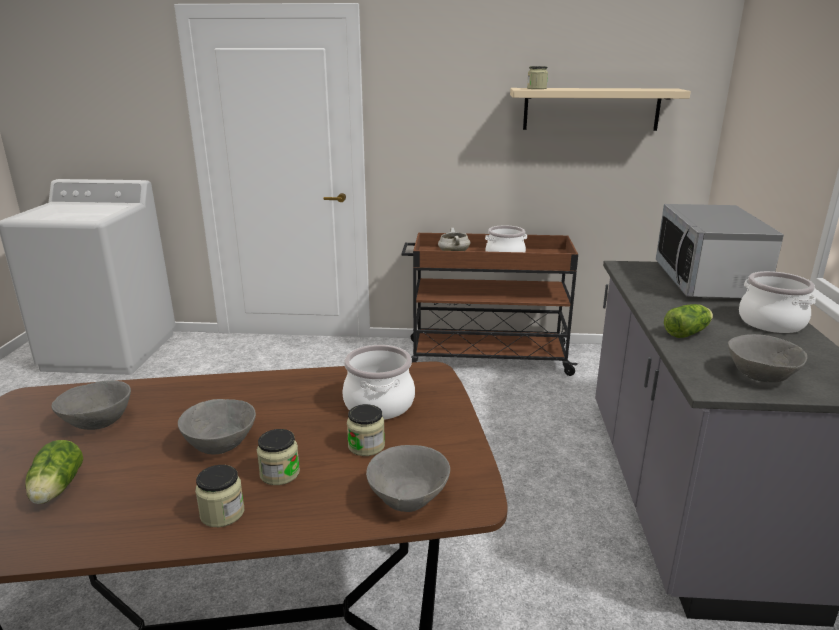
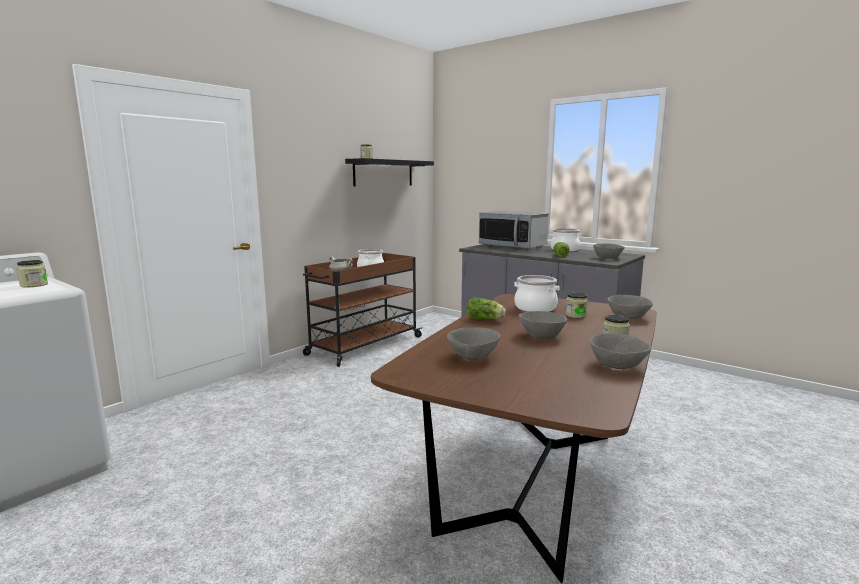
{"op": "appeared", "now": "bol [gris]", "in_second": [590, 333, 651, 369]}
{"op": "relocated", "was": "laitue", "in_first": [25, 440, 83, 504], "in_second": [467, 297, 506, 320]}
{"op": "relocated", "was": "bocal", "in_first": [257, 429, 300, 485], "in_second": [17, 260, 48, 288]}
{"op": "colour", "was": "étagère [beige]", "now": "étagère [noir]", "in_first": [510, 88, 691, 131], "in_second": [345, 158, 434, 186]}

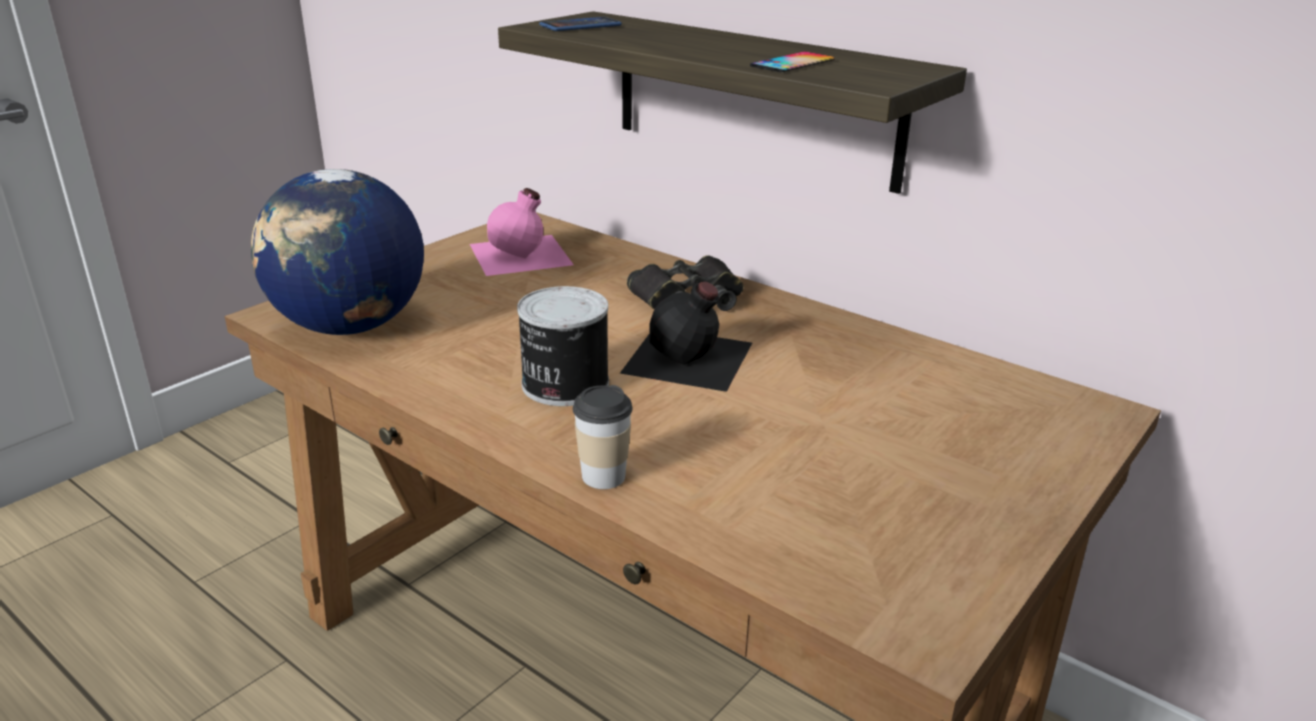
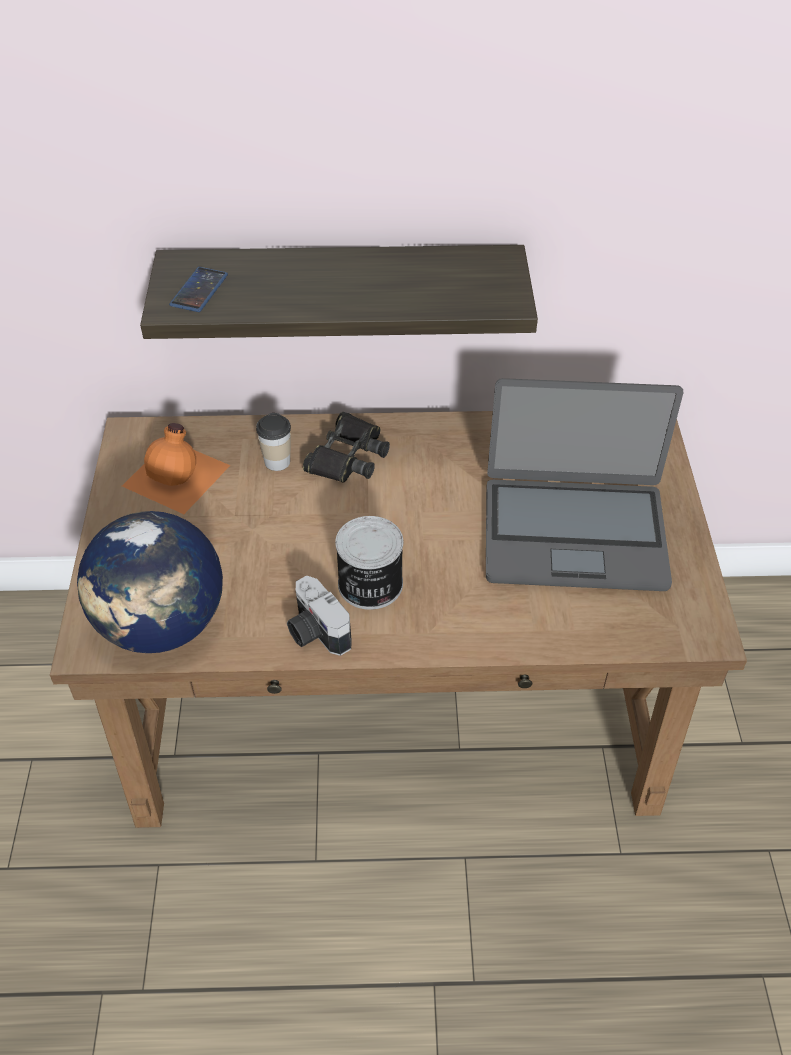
{"op": "missing", "was": "bouteille [noir]", "in_first": [620, 282, 752, 392]}
{"op": "missing", "was": "téléphone", "in_first": [750, 51, 835, 72]}
{"op": "appeared", "now": "appareil photo", "in_second": [287, 575, 352, 656]}
{"op": "appeared", "now": "ordinateur portable", "in_second": [486, 378, 683, 591]}
{"op": "relocated", "was": "tasse", "in_first": [573, 385, 633, 489], "in_second": [256, 413, 291, 471]}
{"op": "colour", "was": "bouteille [rose]", "now": "bouteille [orange]", "in_first": [470, 188, 574, 276], "in_second": [122, 423, 230, 514]}

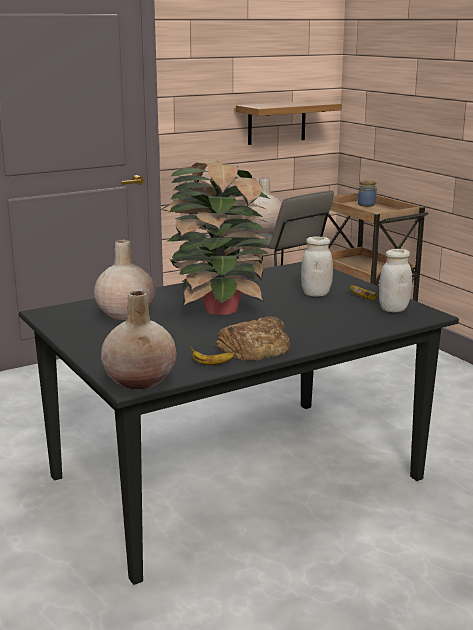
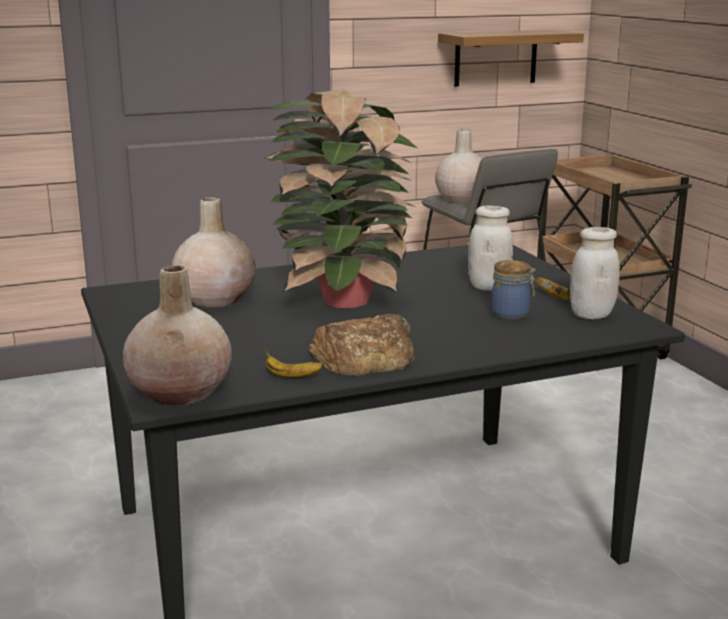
{"op": "relocated", "was": "bocal", "in_first": [358, 180, 378, 207], "in_second": [491, 260, 535, 320]}

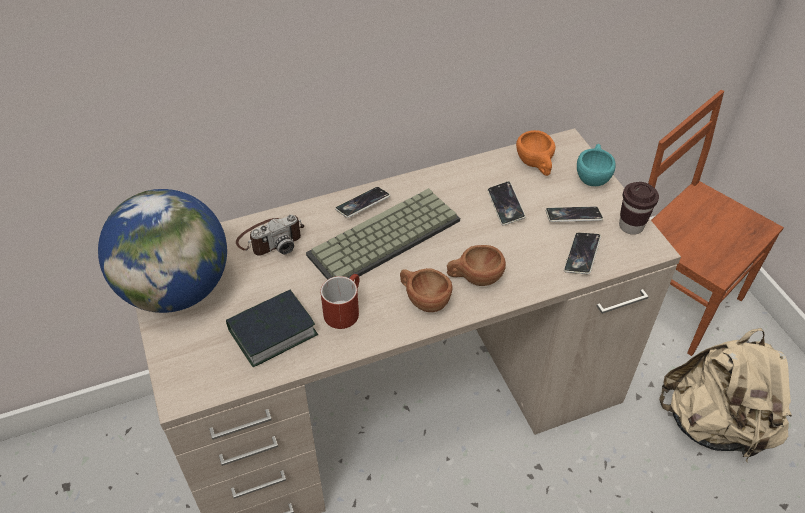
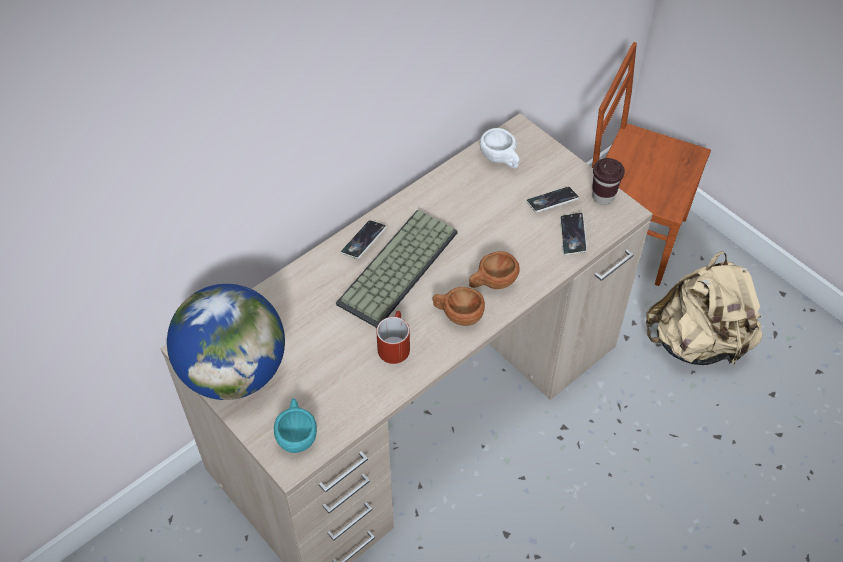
{"op": "missing", "was": "livre", "in_first": [226, 290, 318, 367]}
{"op": "missing", "was": "appareil photo", "in_first": [236, 215, 304, 256]}
{"op": "missing", "was": "téléphone", "in_first": [487, 181, 526, 226]}
{"op": "relocated", "was": "tasse [turquoise]", "in_first": [577, 144, 616, 186], "in_second": [274, 398, 317, 453]}
{"op": "colour", "was": "tasse [orange]", "now": "tasse [blanc]", "in_first": [516, 130, 556, 176], "in_second": [480, 128, 520, 169]}

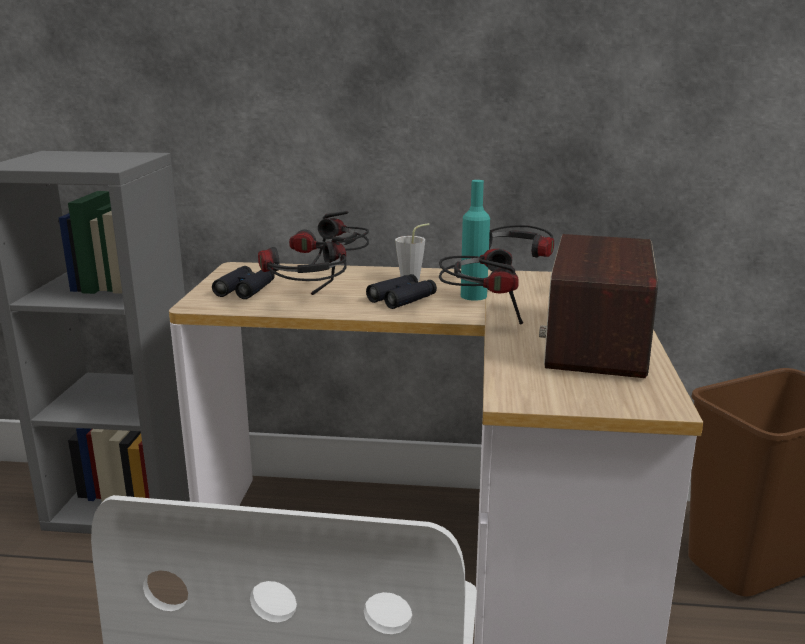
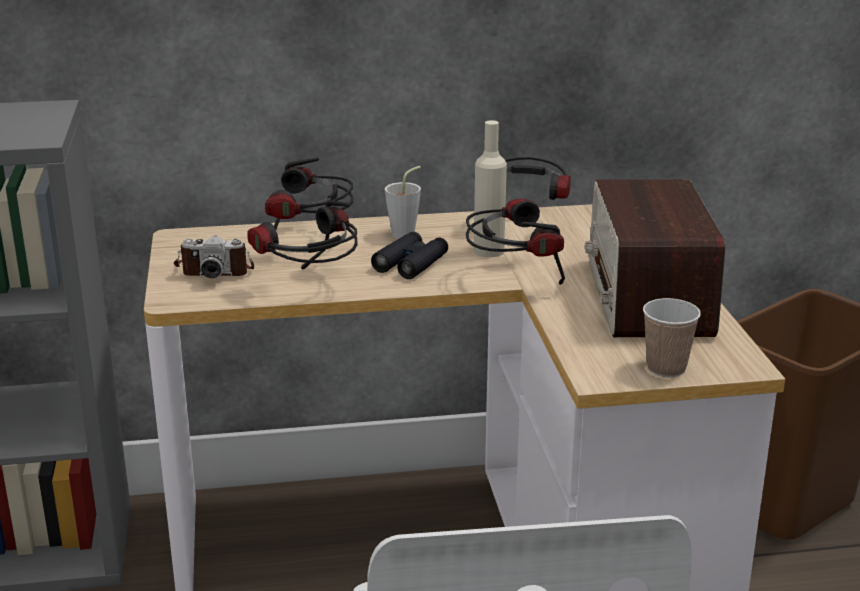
{"op": "appeared", "now": "tasse", "in_second": [643, 298, 701, 377]}
{"op": "exchanged", "was": "jumelles [noir]", "now": "appareil photo", "in_first": [212, 266, 275, 299], "in_second": [174, 236, 254, 278]}
{"op": "colour", "was": "bouteille [turquoise]", "now": "bouteille [beige]", "in_first": [461, 180, 490, 301], "in_second": [474, 120, 507, 257]}

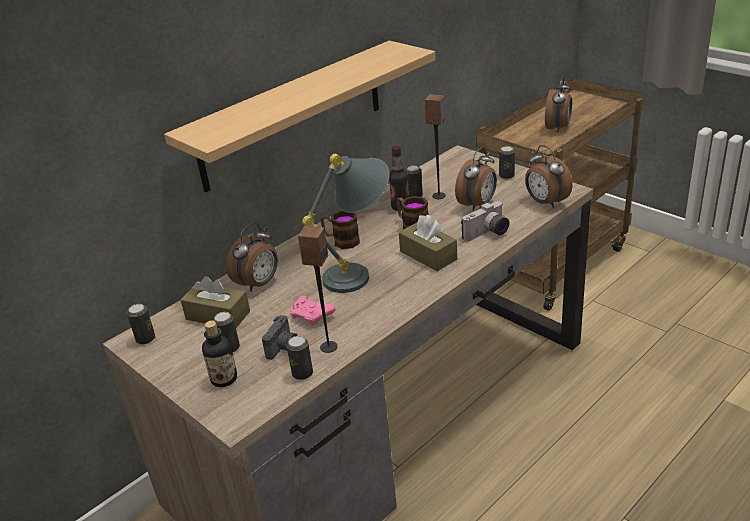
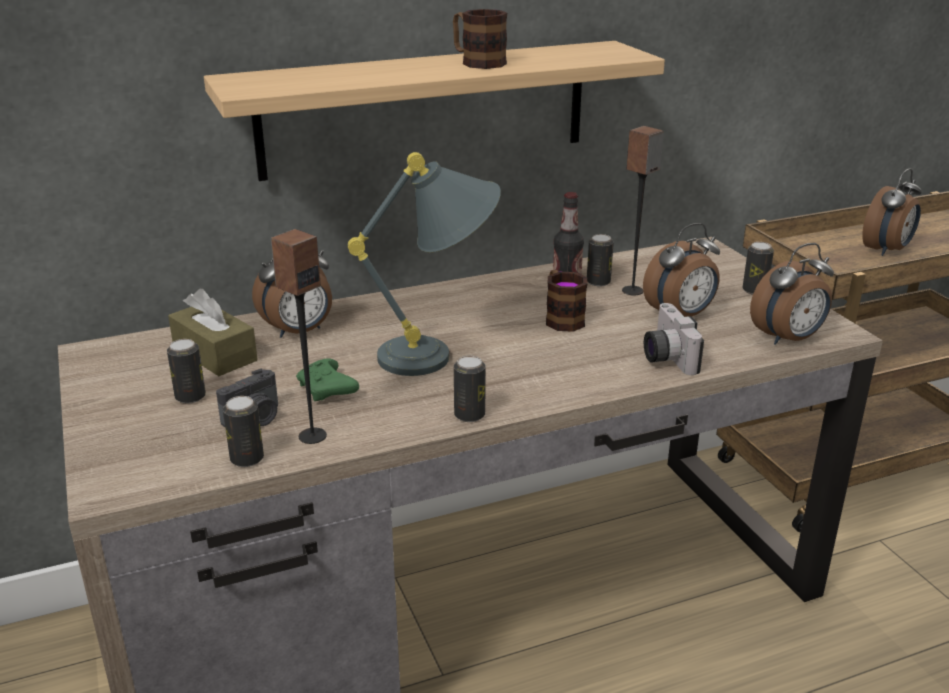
{"op": "missing", "was": "bouteille", "in_first": [202, 321, 237, 387]}
{"op": "missing", "was": "boîte à mouchoirs [marron]", "in_first": [399, 215, 457, 271]}
{"op": "relocated", "was": "boîte métallique", "in_first": [127, 304, 155, 344], "in_second": [454, 356, 486, 422]}
{"op": "relocated", "was": "mug", "in_first": [321, 210, 360, 249], "in_second": [453, 9, 507, 69]}
{"op": "colour", "was": "manette [rose]", "now": "manette [vert]", "in_first": [290, 296, 336, 326], "in_second": [296, 358, 359, 401]}
{"op": "spun", "was": "appareil photo", "in_first": [461, 201, 509, 241], "in_second": [644, 303, 704, 375], "clockwise": 90}
{"op": "spun", "was": "réveil", "in_first": [525, 145, 573, 208], "in_second": [750, 243, 834, 345], "clockwise": -105}

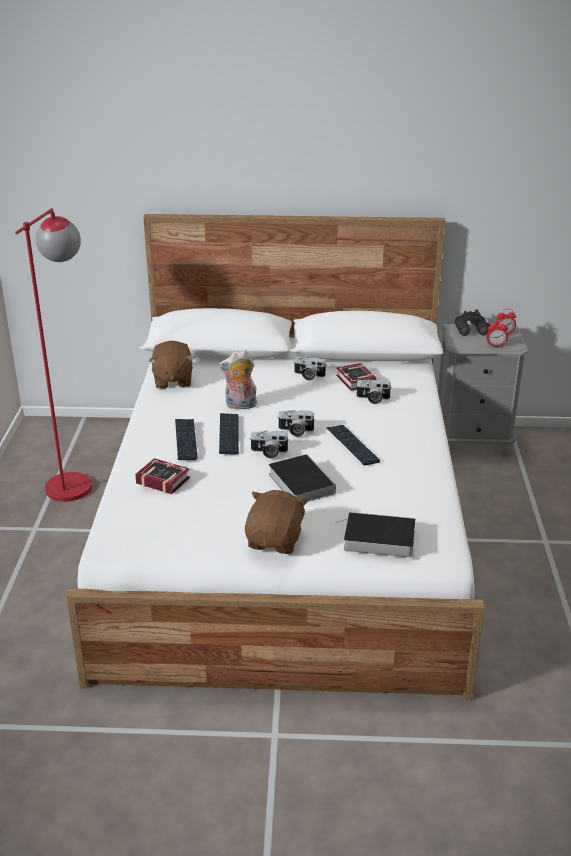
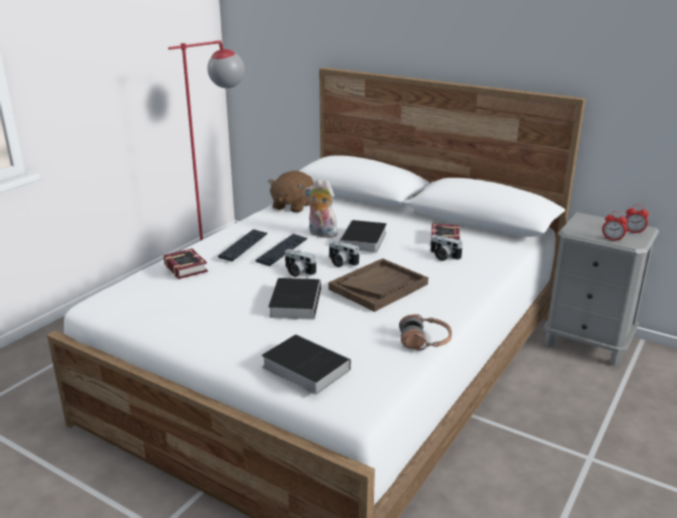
{"op": "missing", "was": "peluche [marron]", "in_first": [245, 490, 308, 554]}
{"op": "missing", "was": "appareil photo", "in_first": [294, 357, 327, 381]}
{"op": "missing", "was": "jumelles [noir]", "in_first": [455, 309, 490, 336]}
{"op": "appeared", "now": "livre", "in_second": [339, 220, 387, 253]}
{"op": "appeared", "now": "casque audio", "in_second": [399, 314, 452, 351]}
{"op": "exchanged", "was": "clavier", "now": "plateau [marron]", "in_first": [327, 425, 381, 465], "in_second": [329, 258, 428, 312]}

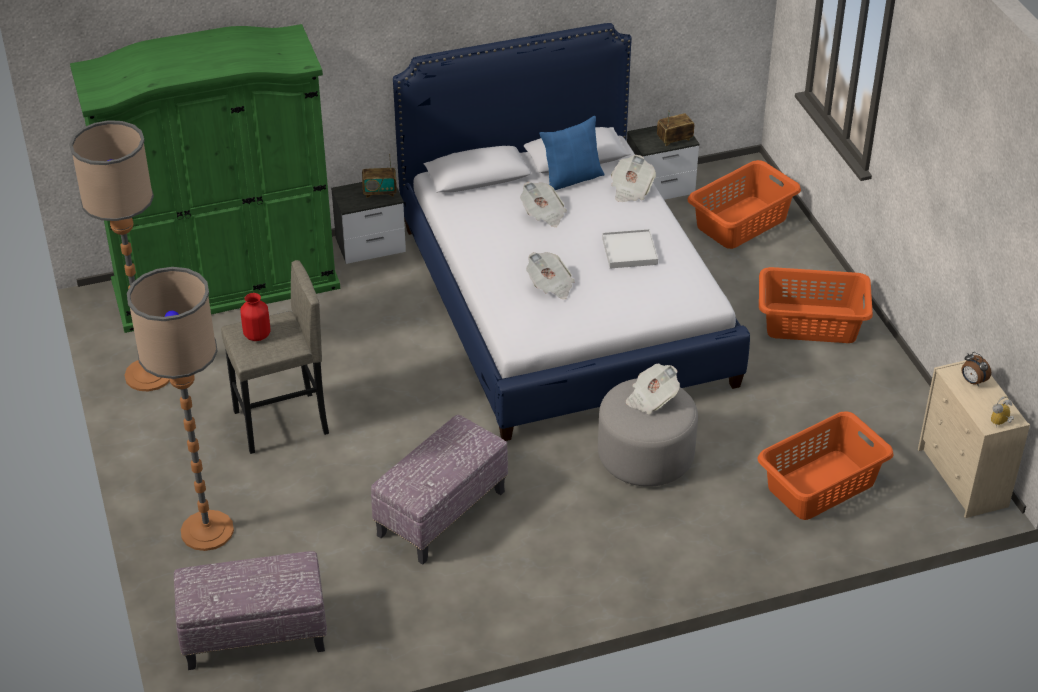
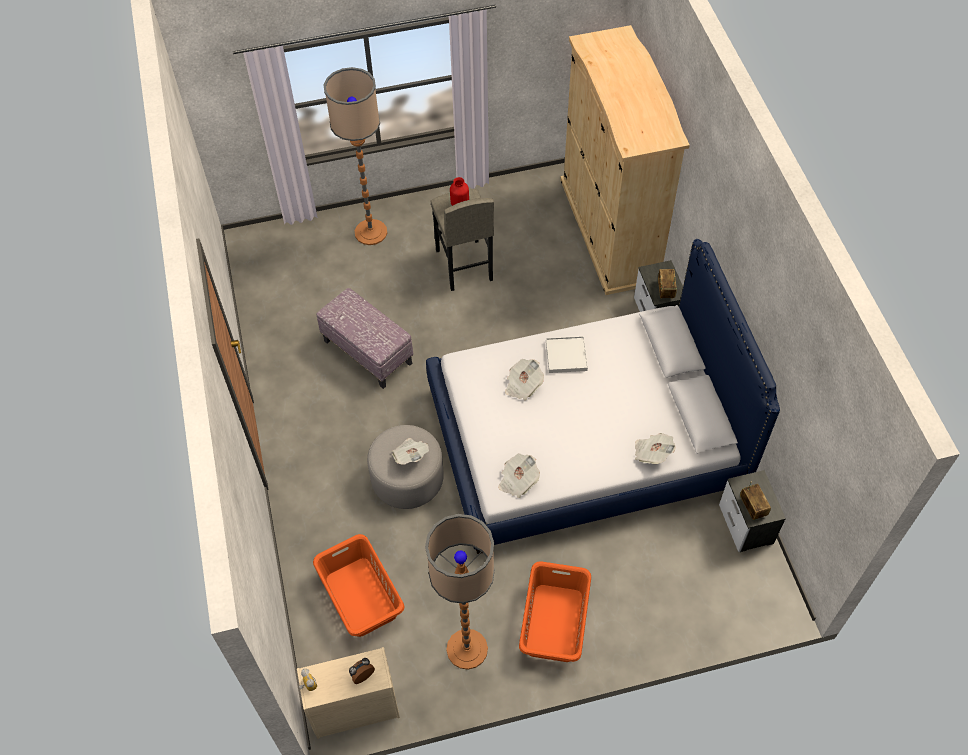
{"op": "missing", "was": "pouf", "in_first": [174, 551, 327, 670]}
{"op": "missing", "was": "coussin [bleu]", "in_first": [539, 116, 605, 190]}
{"op": "missing", "was": "panier à linge [orange]", "in_first": [687, 160, 801, 249]}
{"op": "relocated", "was": "lampadaire", "in_first": [69, 120, 170, 391], "in_second": [425, 514, 495, 670]}
{"op": "relocated", "was": "journal", "in_first": [520, 182, 567, 227], "in_second": [498, 453, 540, 498]}
{"op": "relocated", "was": "plateau [blanc]", "in_first": [602, 229, 658, 269], "in_second": [546, 336, 588, 373]}
{"op": "colour", "was": "armoire [vert]", "now": "armoire [beige]", "in_first": [70, 24, 340, 333], "in_second": [560, 25, 690, 295]}

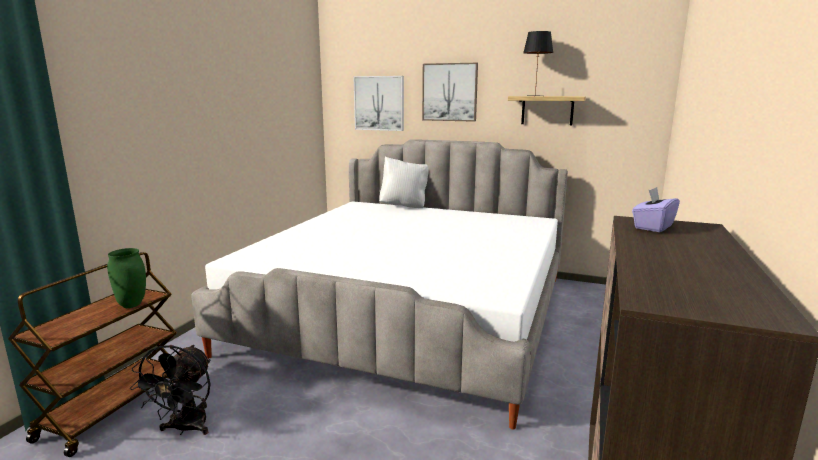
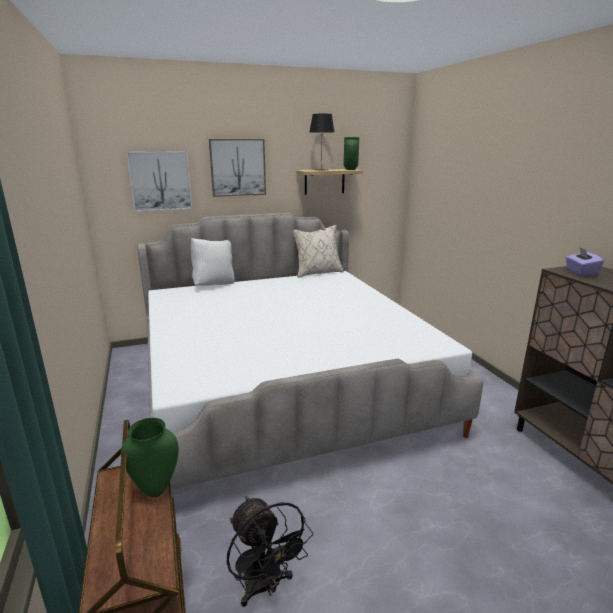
{"op": "appeared", "now": "coussin [beige]", "in_second": [293, 225, 344, 278]}
{"op": "appeared", "now": "vase [vert]", "in_second": [344, 137, 359, 170]}

